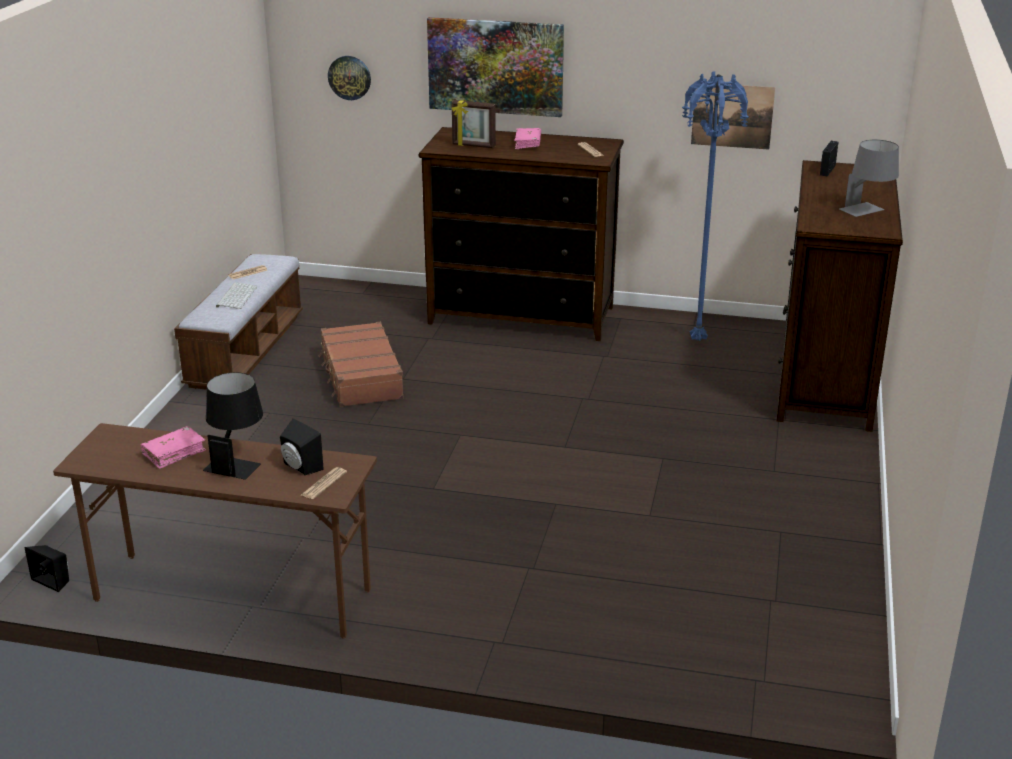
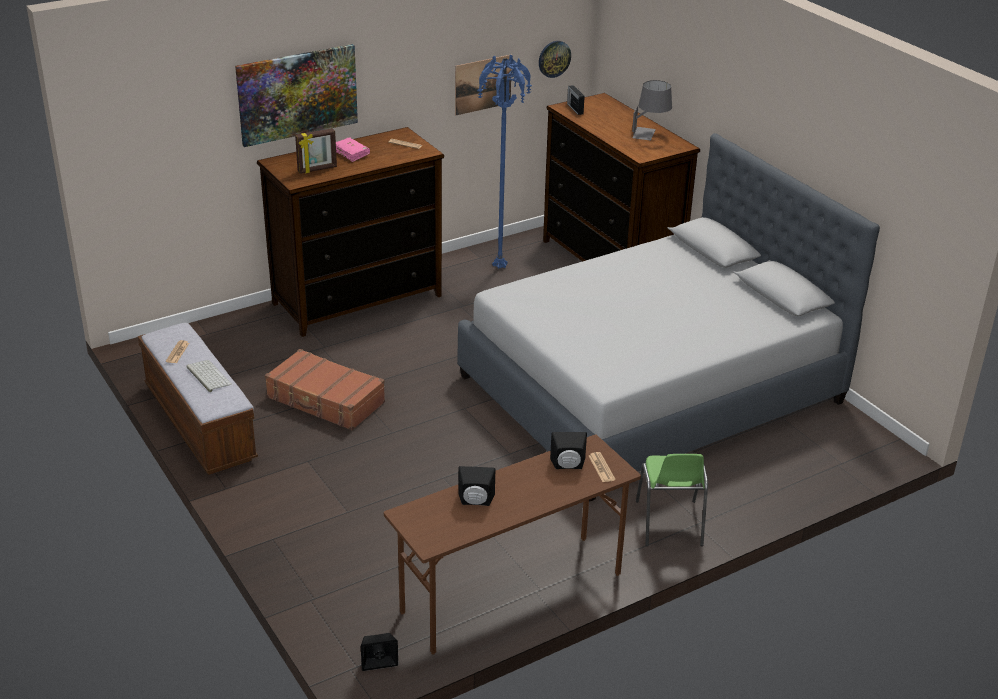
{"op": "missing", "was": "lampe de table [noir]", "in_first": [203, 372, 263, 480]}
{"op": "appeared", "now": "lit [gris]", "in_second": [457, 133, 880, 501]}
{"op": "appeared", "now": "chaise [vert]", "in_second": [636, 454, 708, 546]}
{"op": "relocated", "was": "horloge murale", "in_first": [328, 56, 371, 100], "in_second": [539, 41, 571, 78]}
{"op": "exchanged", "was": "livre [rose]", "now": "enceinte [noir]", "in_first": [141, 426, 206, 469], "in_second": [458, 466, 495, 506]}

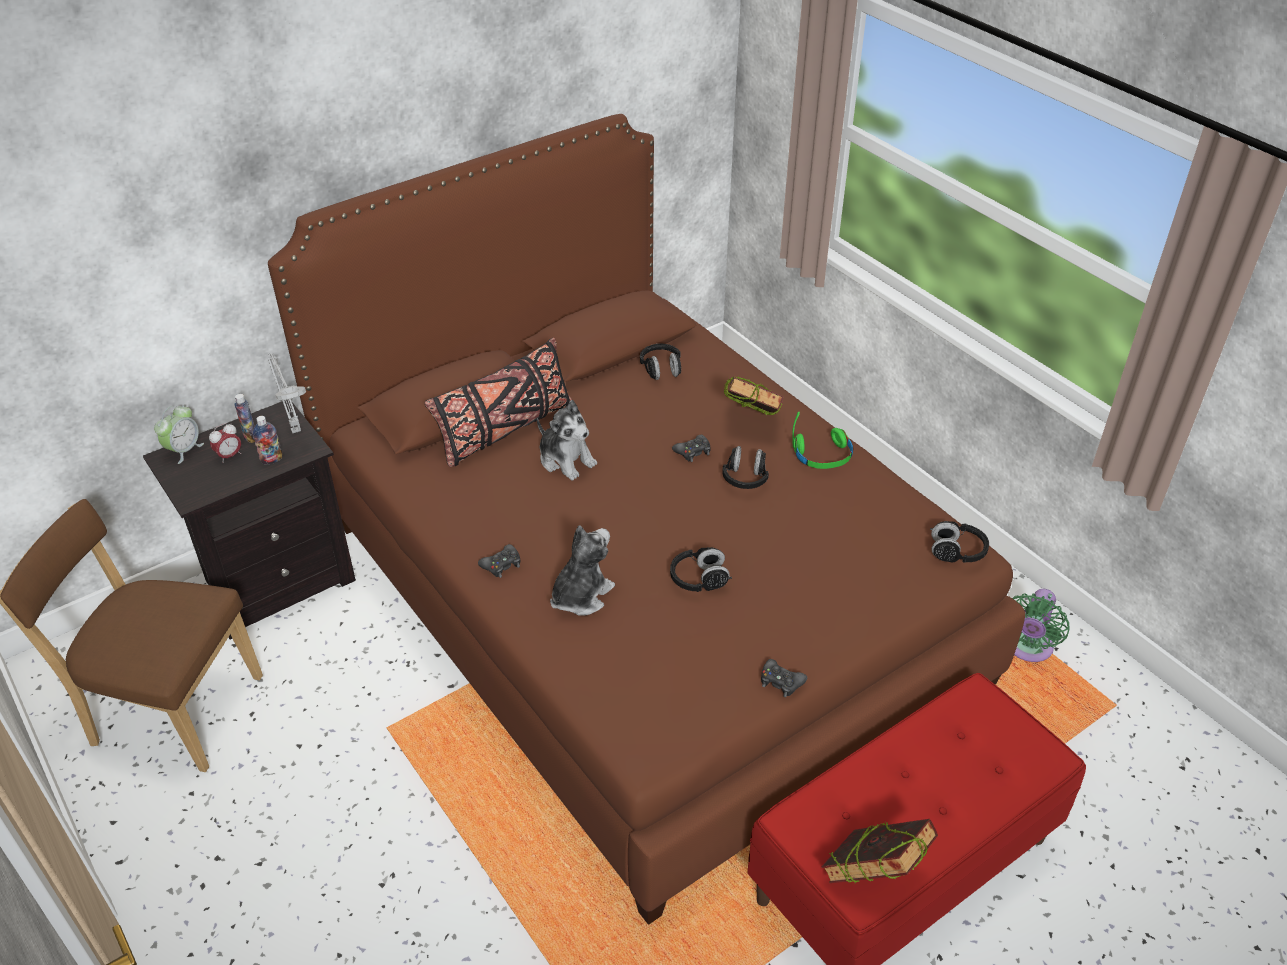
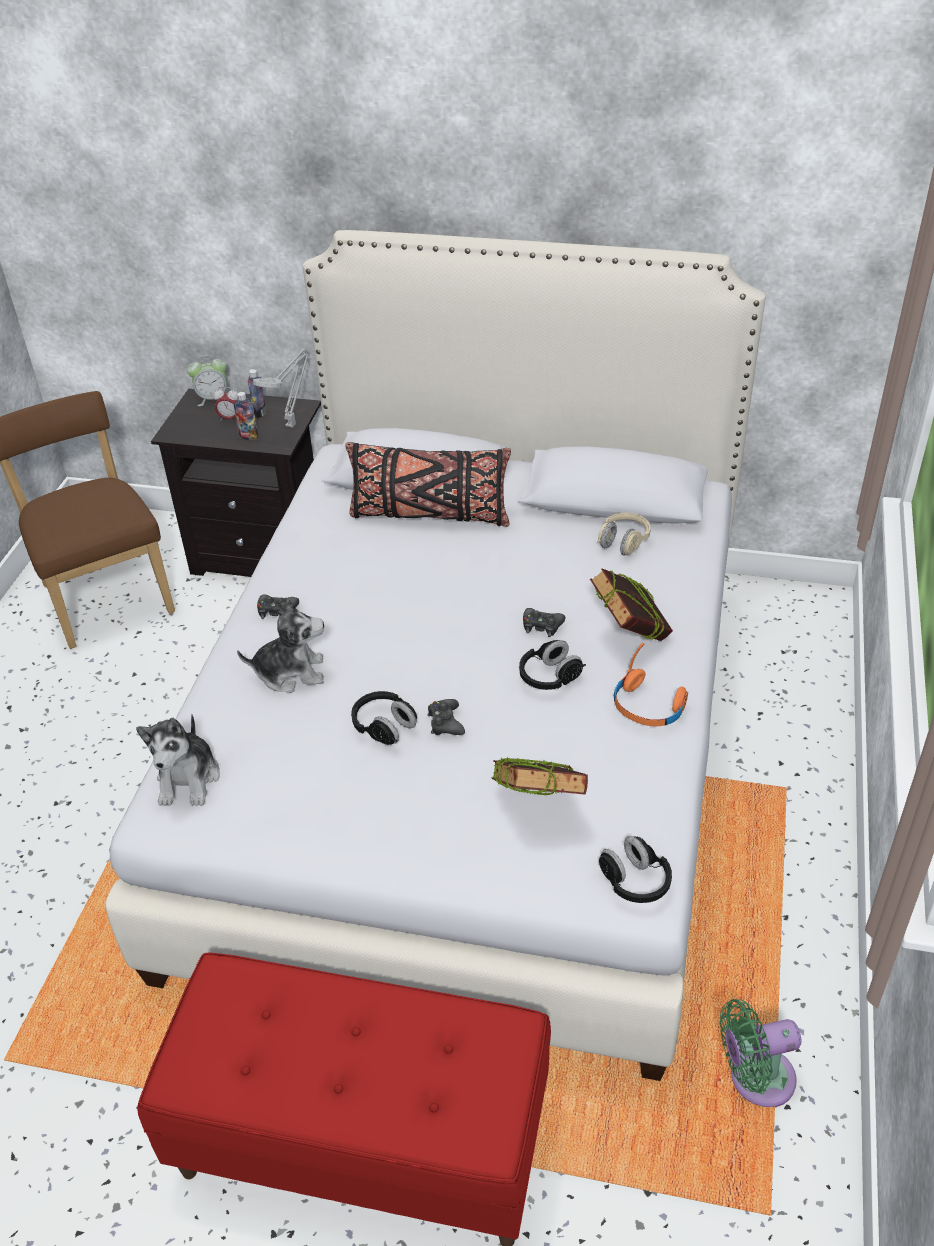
{"op": "relocated", "was": "peluche", "in_first": [537, 400, 597, 480], "in_second": [136, 714, 220, 806]}
{"op": "relocated", "was": "manette [noir]", "in_first": [761, 659, 807, 697], "in_second": [428, 699, 465, 735]}
{"op": "relocated", "was": "livre", "in_first": [822, 819, 938, 883], "in_second": [491, 757, 588, 795]}
{"op": "colour", "was": "lit [marron]", "now": "lit [blanc]", "in_first": [268, 114, 1025, 925], "in_second": [106, 230, 766, 1081]}
{"op": "colour", "was": "casque audio [noir]", "now": "casque audio [beige]", "in_first": [640, 344, 681, 380], "in_second": [597, 513, 651, 556]}
{"op": "colour", "was": "casque audio [vert]", "now": "casque audio [orange]", "in_first": [792, 412, 853, 469], "in_second": [614, 643, 688, 726]}

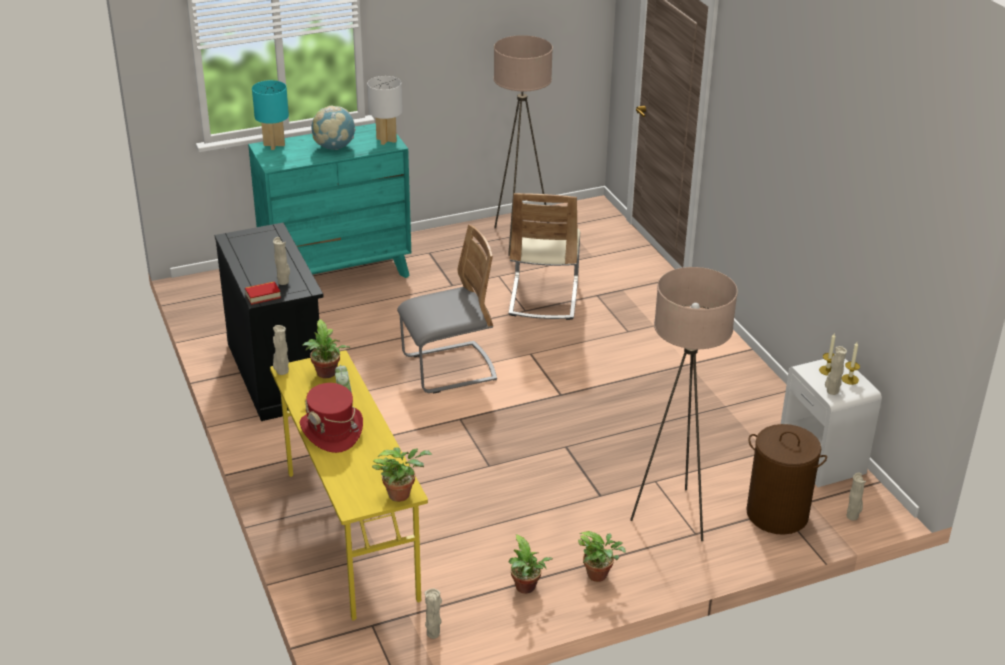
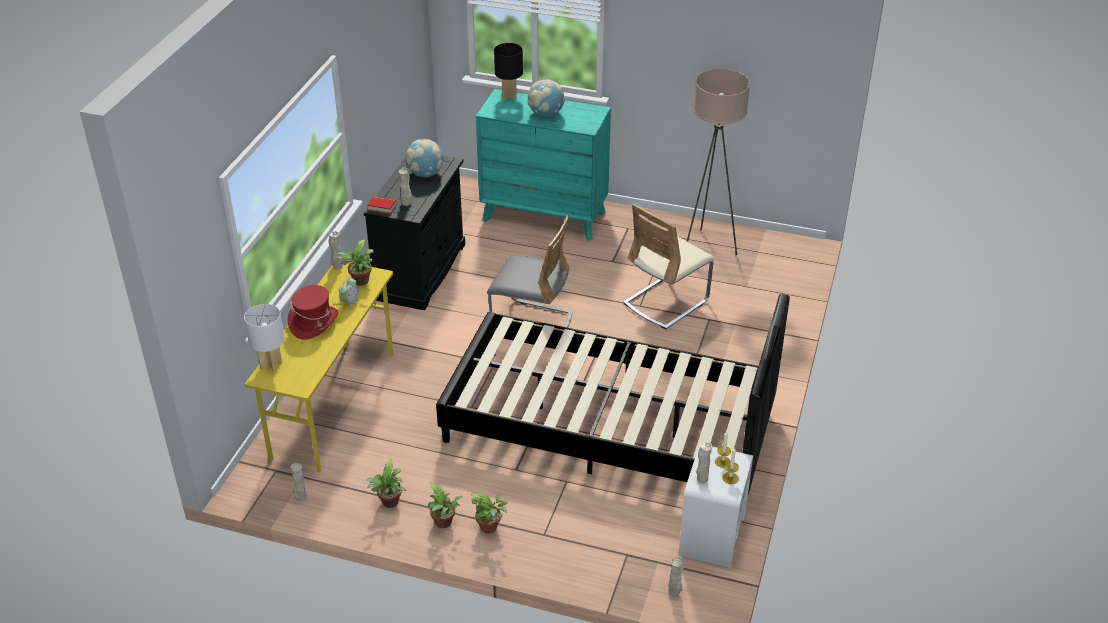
{"op": "missing", "was": "lampadaire [beige]", "in_first": [630, 267, 738, 541]}
{"op": "missing", "was": "panier à linge [marron]", "in_first": [747, 424, 827, 535]}
{"op": "appeared", "now": "globe", "in_second": [405, 139, 443, 178]}
{"op": "appeared", "now": "lit [noir]", "in_second": [436, 294, 790, 495]}
{"op": "relocated", "was": "lampe de table [blanc]", "in_first": [367, 76, 402, 145], "in_second": [244, 304, 285, 372]}
{"op": "relocated", "was": "plante en pot", "in_first": [372, 447, 432, 502], "in_second": [471, 493, 508, 534]}
{"op": "colour", "was": "lampe de table [turquoise]", "now": "lampe de table [noir]", "in_first": [252, 80, 289, 150], "in_second": [494, 43, 523, 100]}

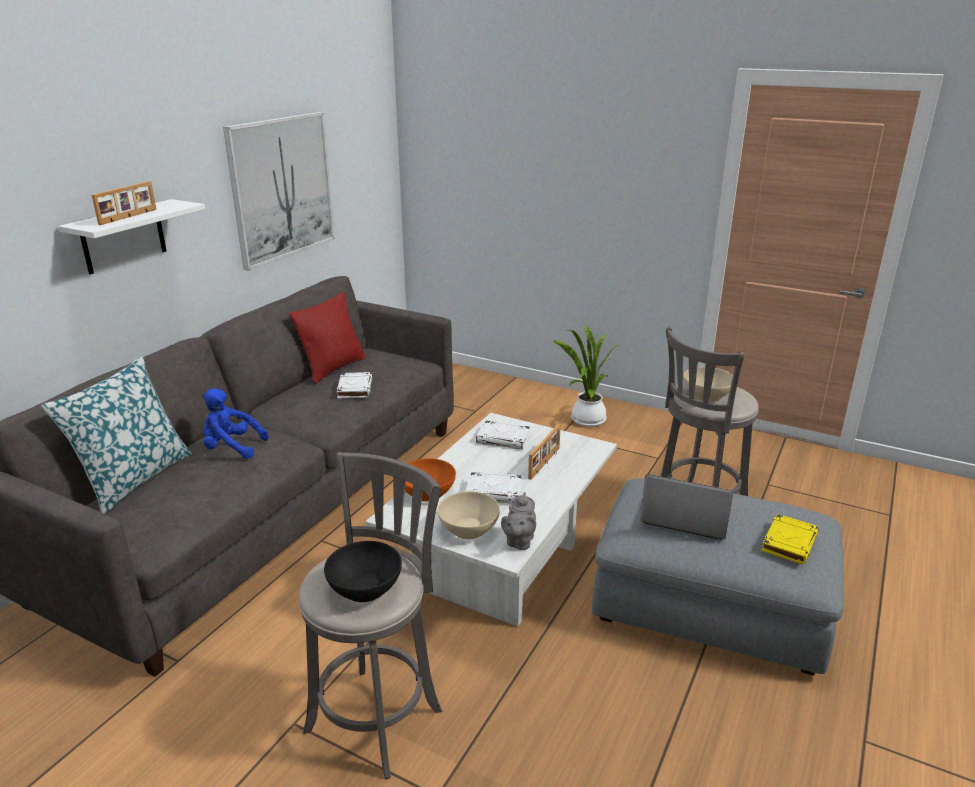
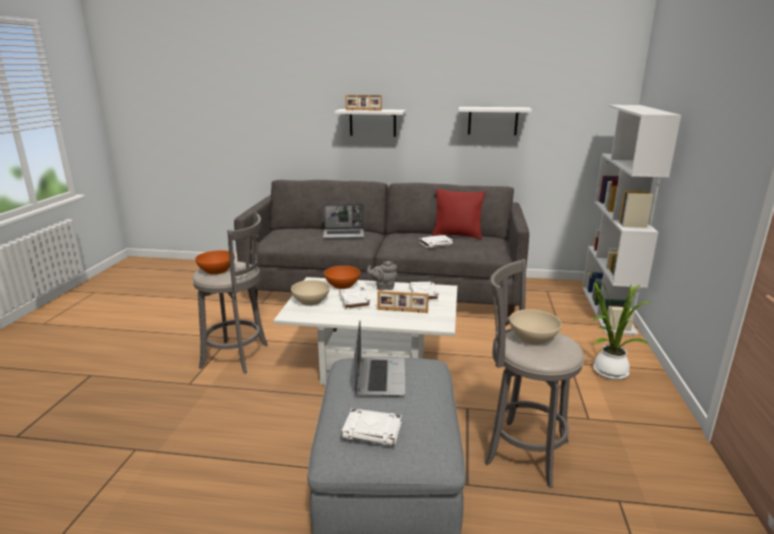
{"op": "missing", "was": "coussin", "in_first": [41, 356, 192, 514]}
{"op": "appeared", "now": "bibliothèque [blanc]", "in_second": [582, 105, 681, 335]}
{"op": "relocated", "was": "théière [gris]", "in_first": [501, 492, 536, 550], "in_second": [367, 261, 398, 290]}
{"op": "exchanged", "was": "peluche [bleu]", "now": "ordinateur portable", "in_first": [202, 388, 269, 459], "in_second": [323, 203, 364, 239]}
{"op": "exchanged", "was": "tableau", "now": "étagère [blanc]", "in_first": [223, 112, 335, 271], "in_second": [459, 107, 532, 135]}
{"op": "colour", "was": "bol [noir]", "now": "bol [orange]", "in_first": [324, 541, 402, 602], "in_second": [195, 250, 235, 274]}
{"op": "colour", "was": "livre [jaune]", "now": "livre [blanc]", "in_first": [761, 514, 818, 564], "in_second": [341, 408, 402, 446]}

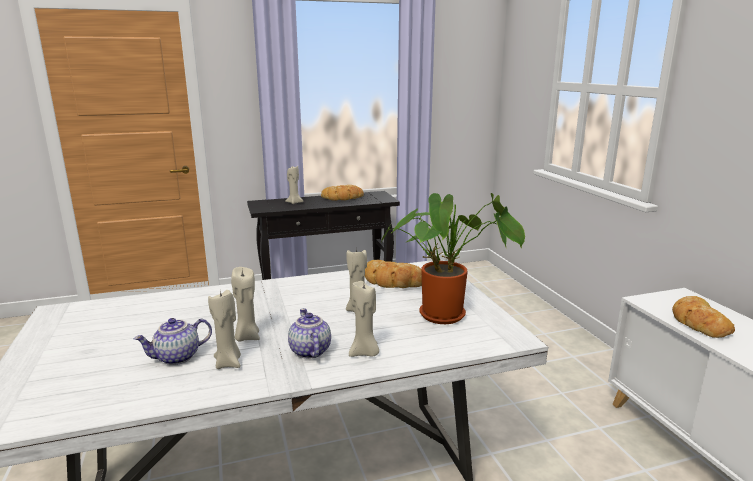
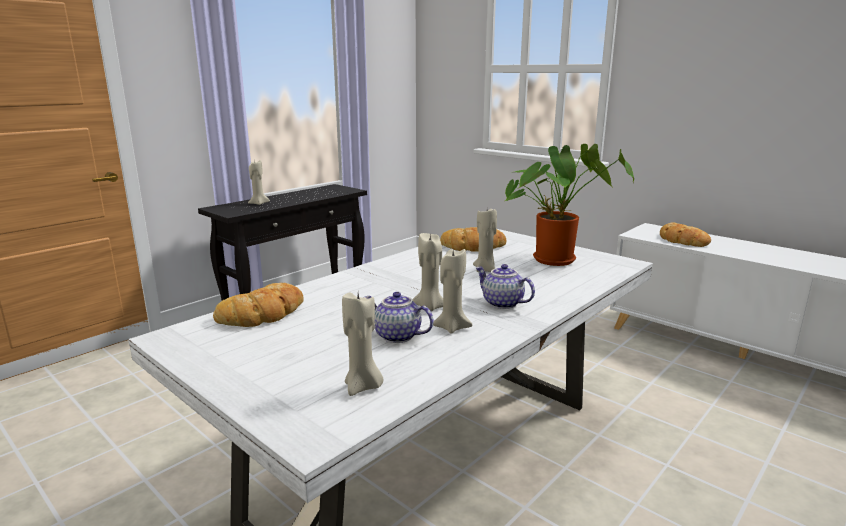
{"op": "relocated", "was": "pain", "in_first": [321, 185, 364, 201], "in_second": [213, 283, 304, 327]}
{"op": "relocated", "was": "bougie [beige]", "in_first": [349, 281, 379, 357], "in_second": [342, 292, 383, 396]}
{"op": "spun", "was": "théière", "in_first": [134, 318, 212, 365], "in_second": [363, 292, 434, 343], "clockwise": 90}

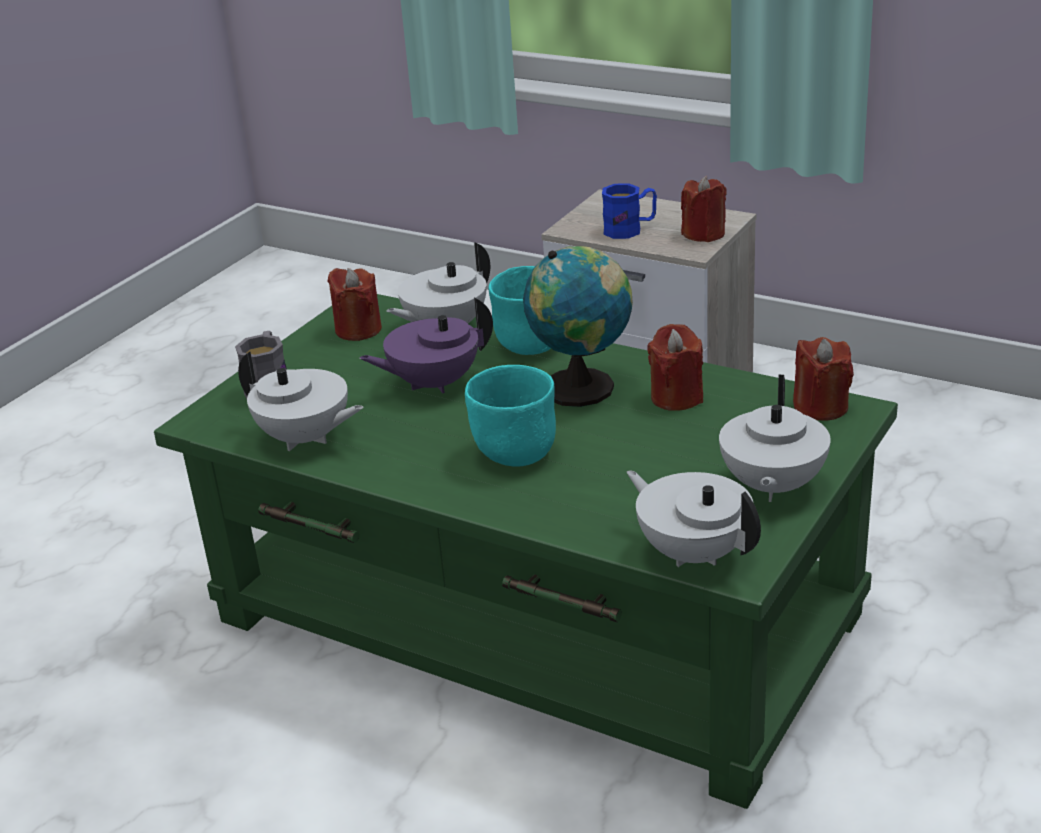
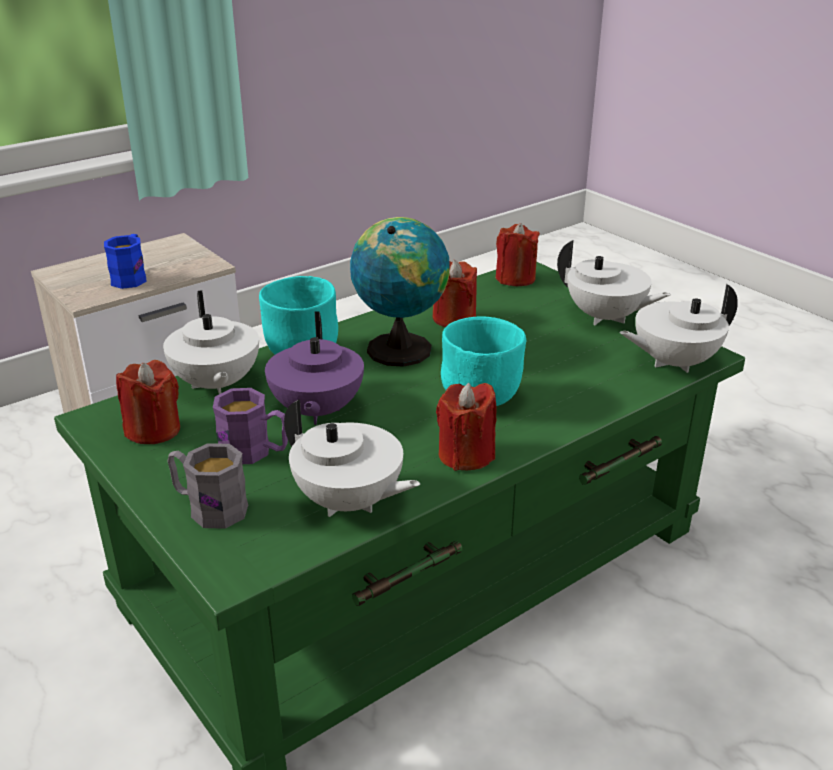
{"op": "appeared", "now": "mug [violet]", "in_second": [213, 388, 288, 464]}
{"op": "relocated", "was": "bougie [rouge]", "in_first": [681, 176, 727, 242], "in_second": [436, 383, 497, 471]}
{"op": "spun", "was": "théière [blanc]", "in_first": [238, 352, 364, 451], "in_second": [284, 399, 420, 517], "clockwise": 75}

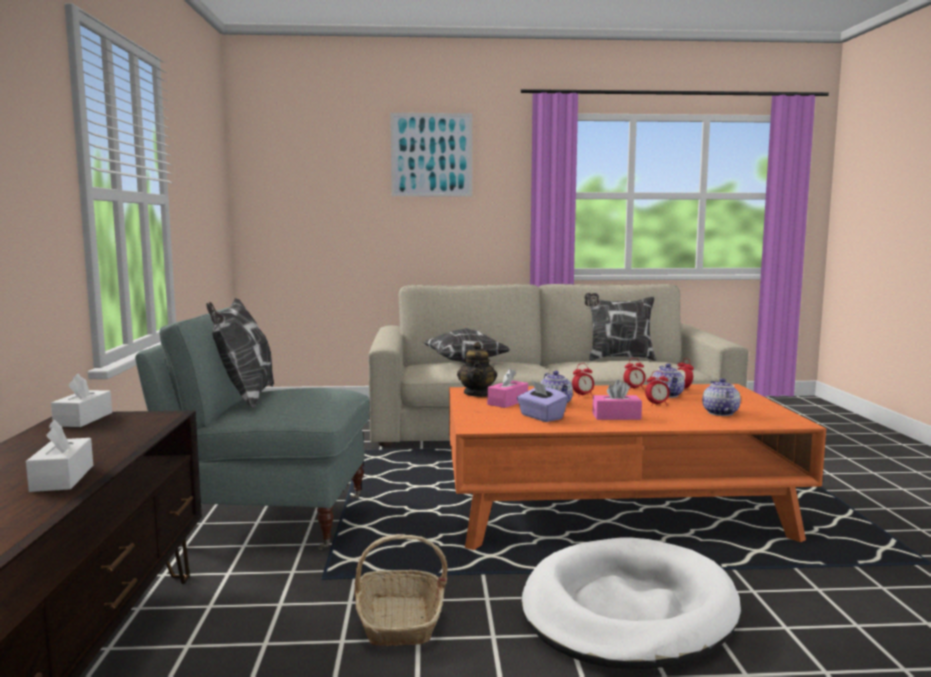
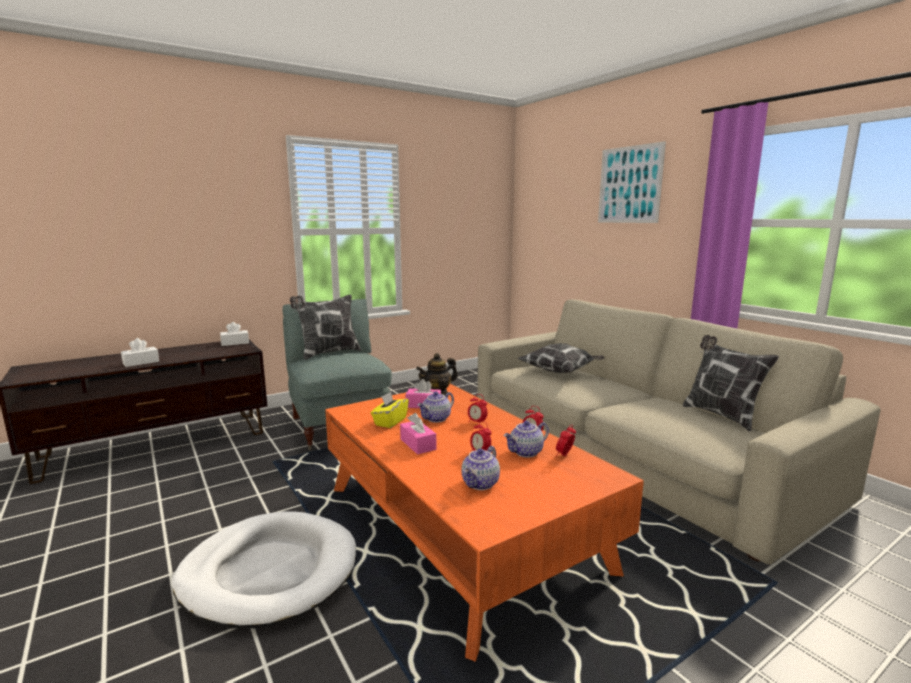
{"op": "missing", "was": "panier", "in_first": [354, 534, 448, 646]}
{"op": "colour", "was": "boîte à mouchoirs [violet]", "now": "boîte à mouchoirs [jaune]", "in_first": [517, 381, 568, 422], "in_second": [371, 392, 409, 428]}
{"op": "spun", "was": "théière", "in_first": [702, 378, 741, 416], "in_second": [461, 446, 500, 490], "clockwise": 150}

